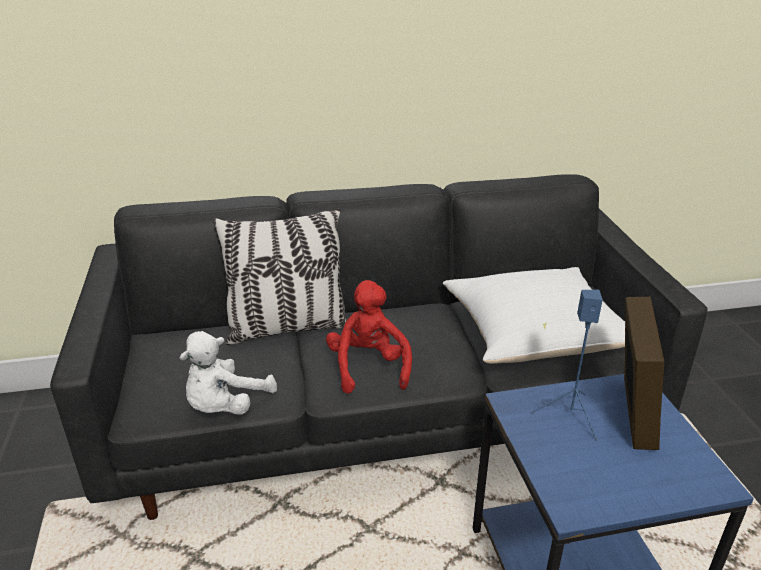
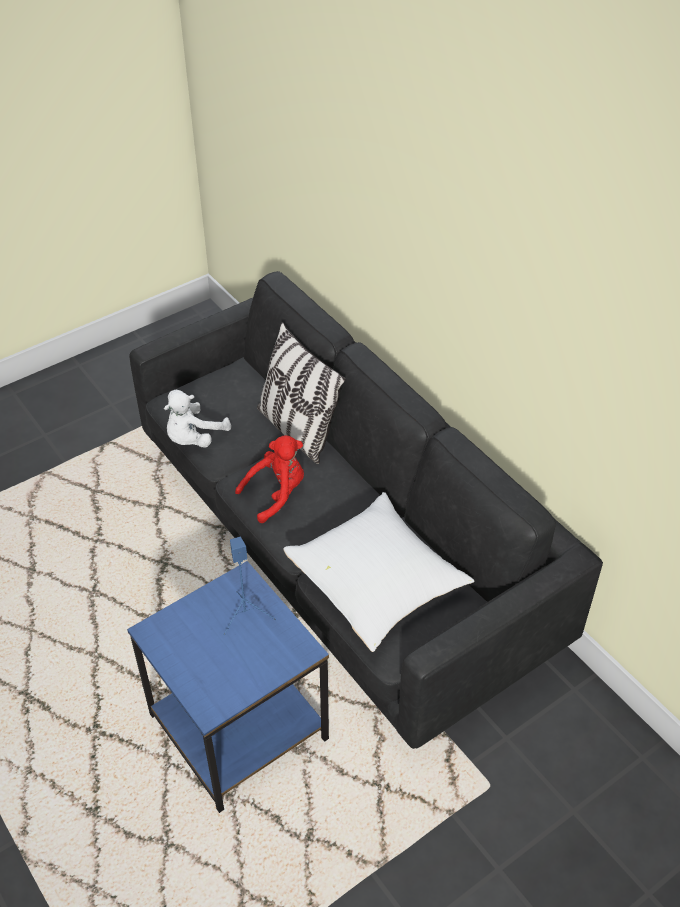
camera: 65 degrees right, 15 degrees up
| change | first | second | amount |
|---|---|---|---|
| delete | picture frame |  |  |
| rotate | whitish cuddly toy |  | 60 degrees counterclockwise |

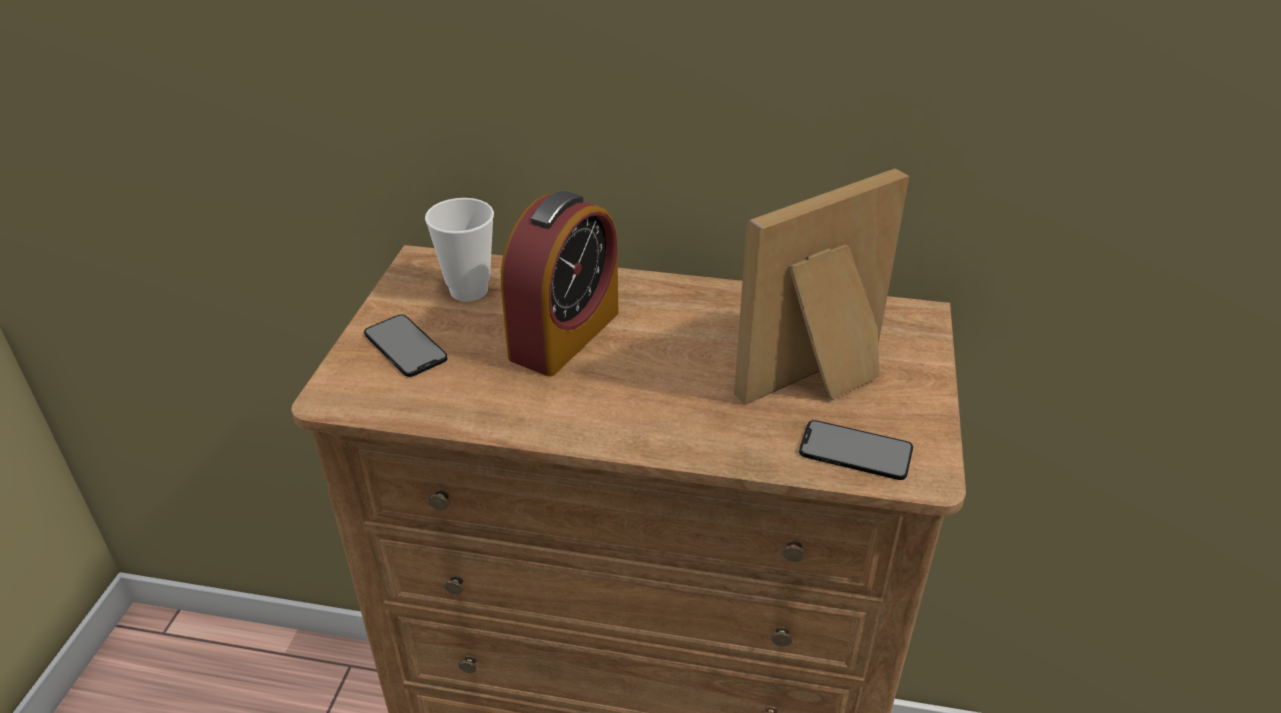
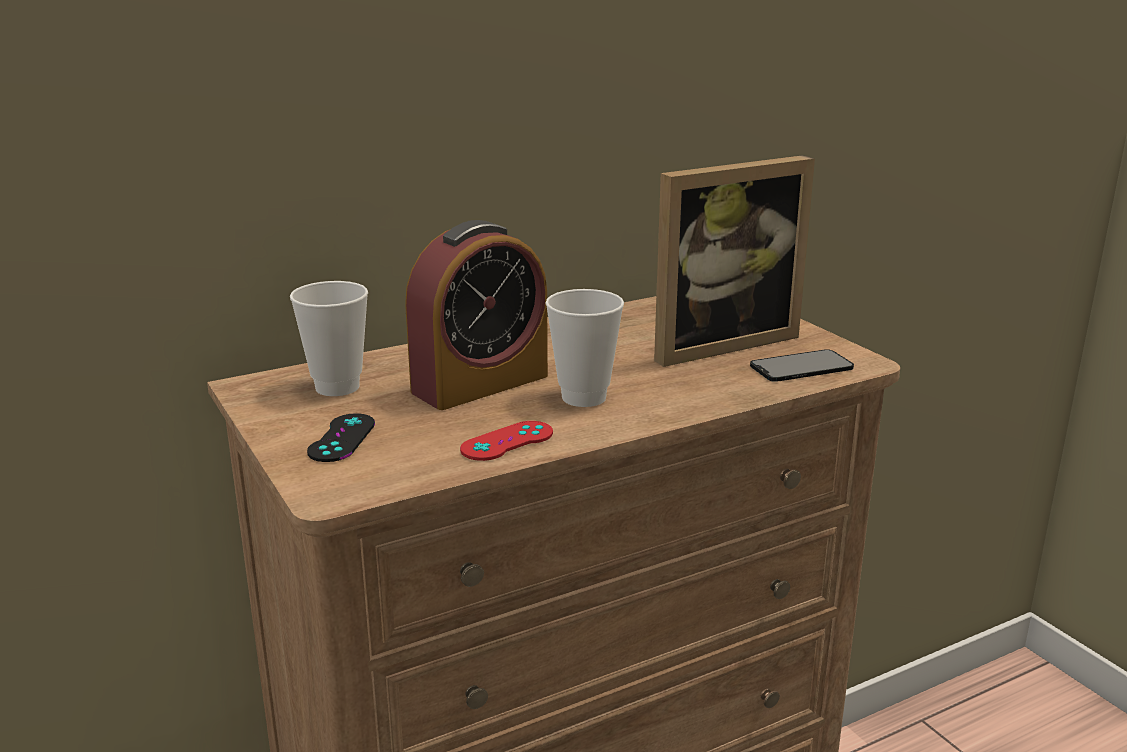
camera: 40 degrees left, 15 degrees down
| change | first | second | amount |
|---|---|---|---|
| insert |  | red joypad |  |
| insert |  | drinking cup (2nd from left) |  |
| replace | phone (1st from left) | black-coloured joypad |  |
| rotate | alarm clock |  | 60 degrees clockwise |
| rotate | picture frame |  | 135 degrees counterclockwise |

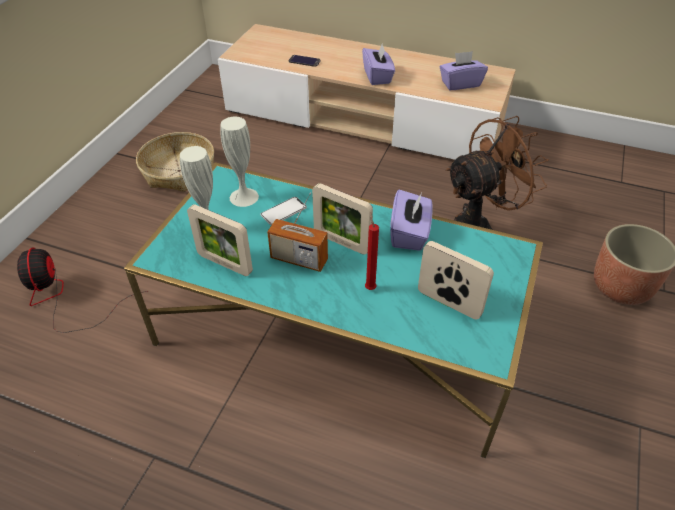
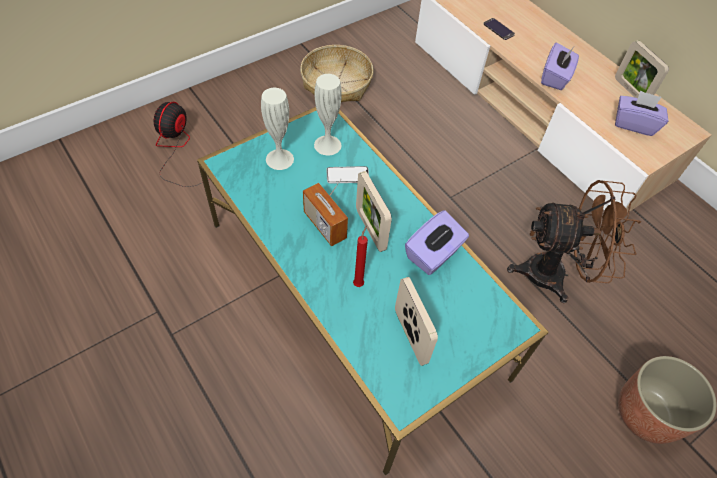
camera: 30 degrees right, 10 degrees up
| change | first | second | amount |
|---|---|---|---|
| move | picture frame (1st from left in the first image) | picture frame (3rd from left) |  |

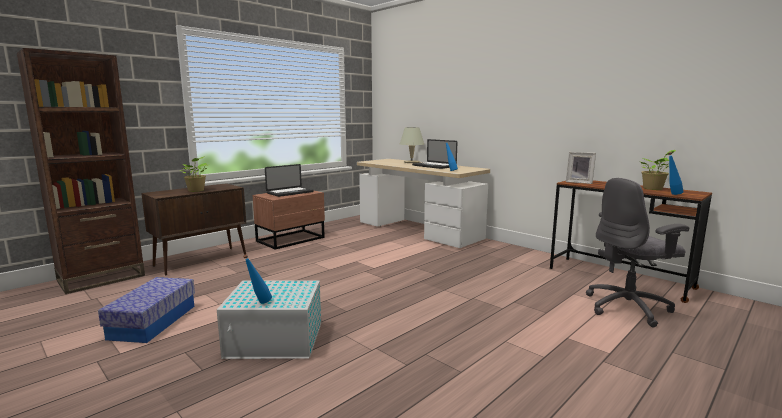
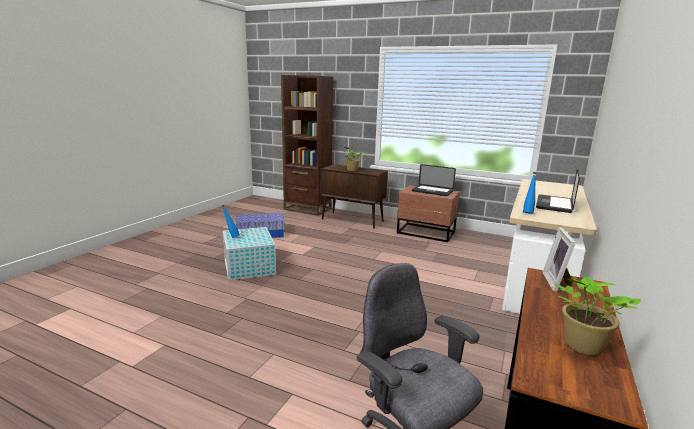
camera: 70 degrees right, 5 degrees up
| change | first | second | amount |
|---|---|---|---|
| delete | sand-coloured table lamp |  |  |
| delete | blue beverage bottle (3rd from left) |  |  |

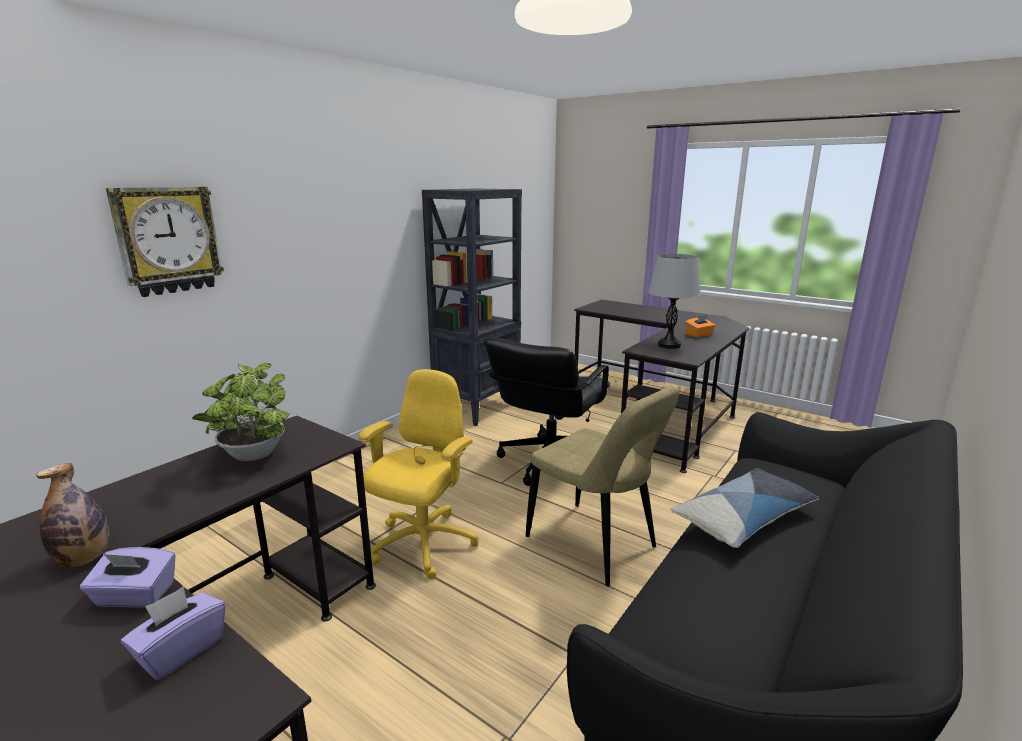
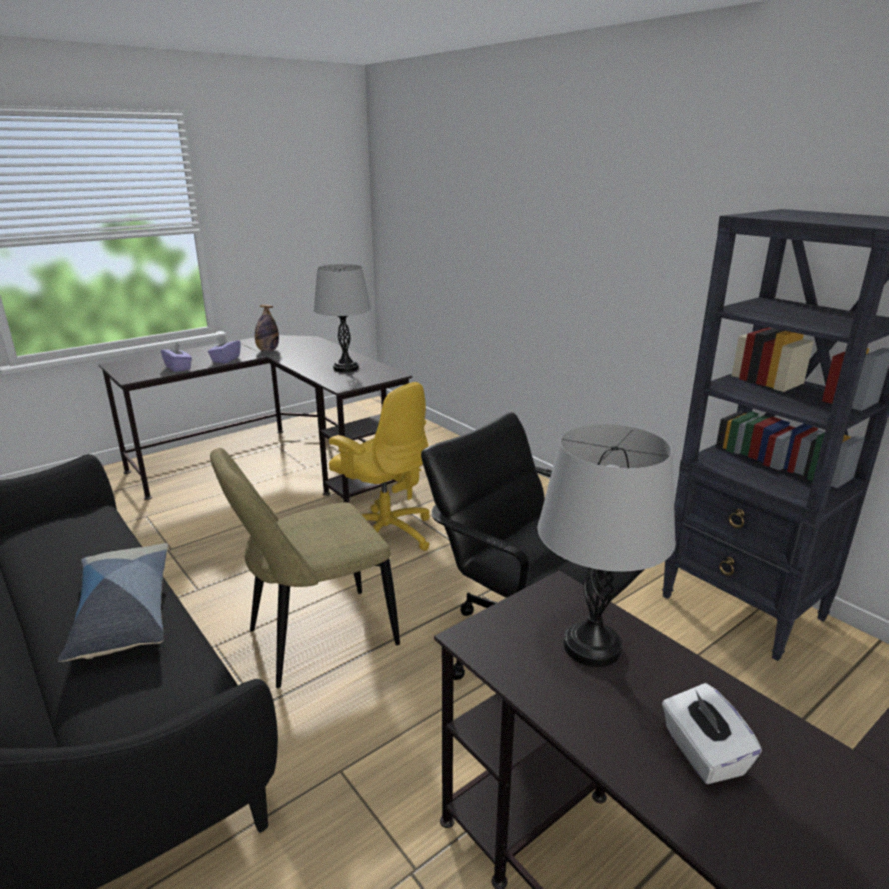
camera: 105 degrees right, 5 degrees up
| change | first | second | amount |
|---|---|---|---|
| delete | hanging clock |  |  |
| replace | potted plant | greyish table lamp (1st from left) |  |
| recolor | orange-coloured tissue holder | whitish tissue holder |  |

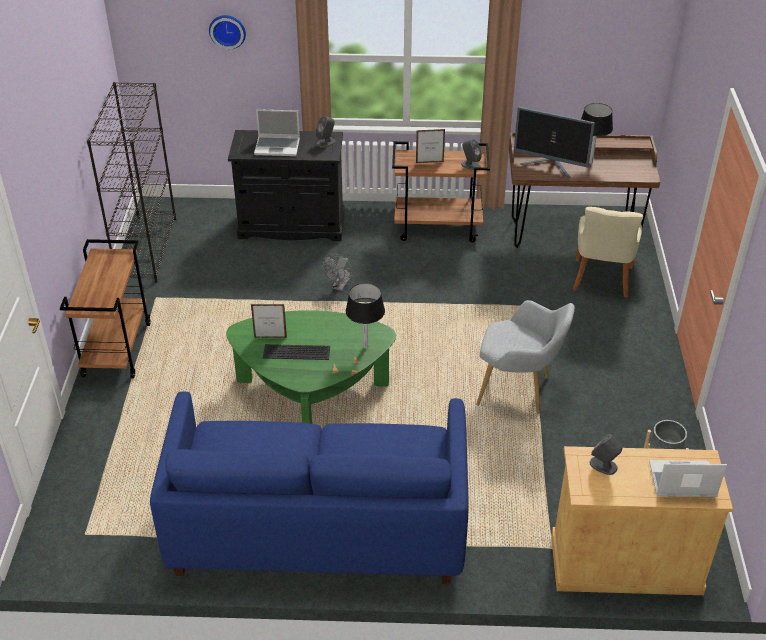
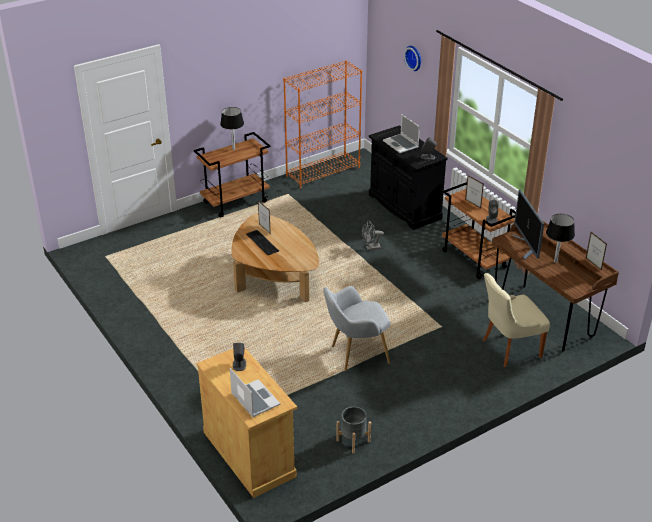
camera: 55 degrees right, 5 degrees down
| change | first | second | amount |
|---|---|---|---|
| delete | blue couch |  |  |
| insert |  | picture frame (3rd from left) |  |
| move | black-coloured table lamp (1st from left) |  |  |
| recolor | black-coloured bookshelf | orange-coloured bookshelf |  |
| recolor | green-coloured coffee table | brown-coloured coffee table |  |
| rotate | greyish lounge chair |  | 90 degrees clockwise |

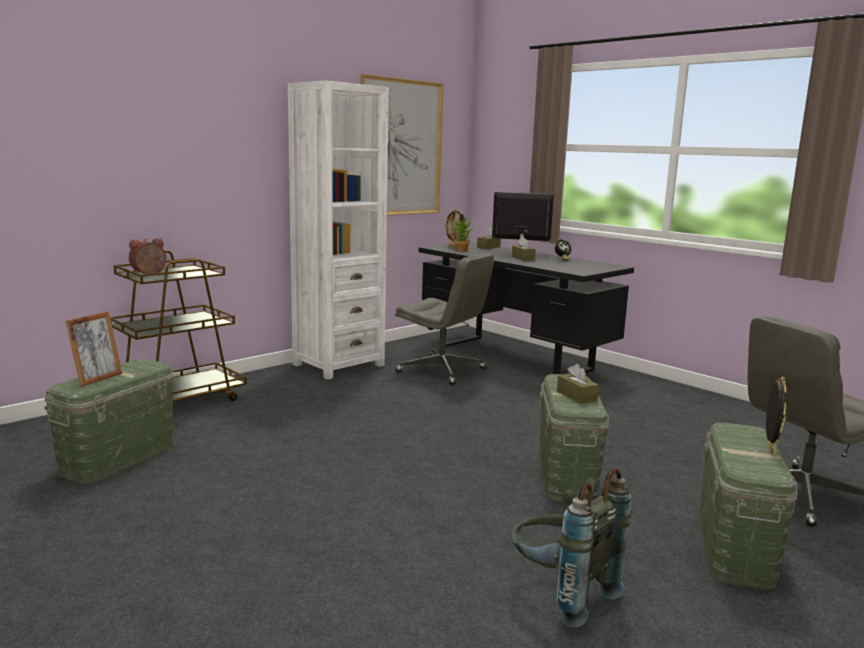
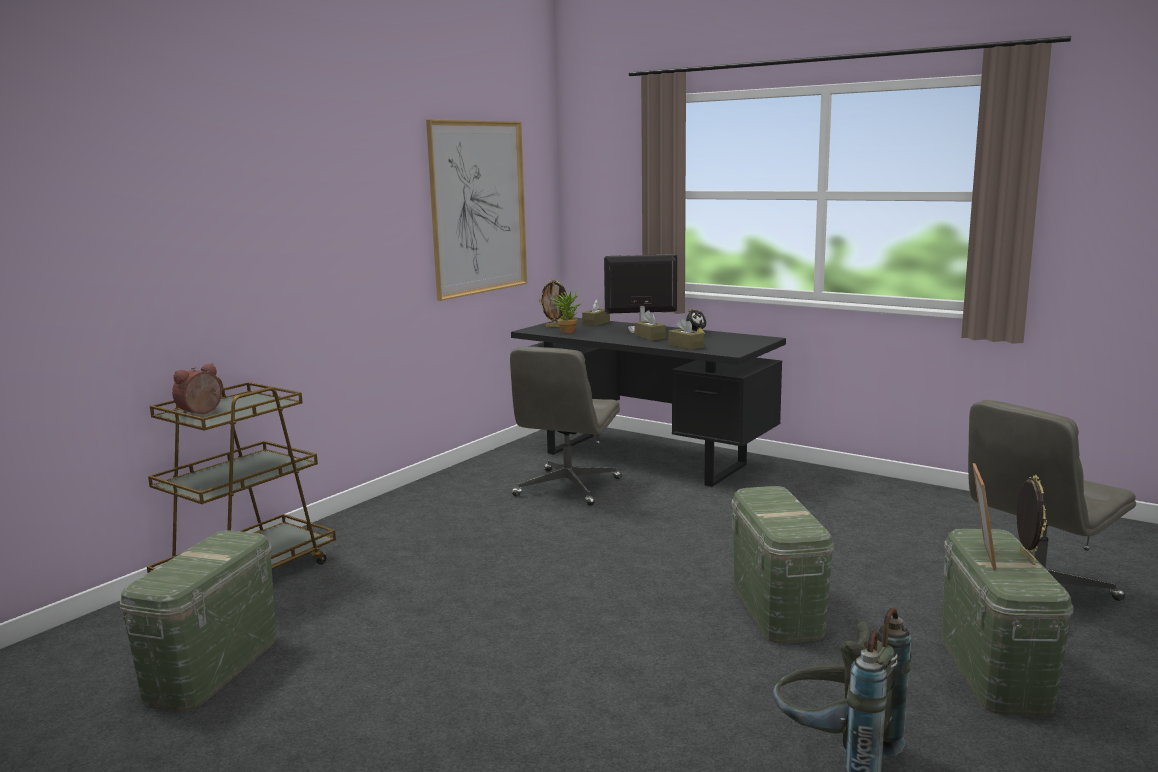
camera: 10 degrees left, 0 degrees up
| change | first | second | amount |
|---|---|---|---|
| delete | whitish bookshelf |  |  |
| move | picture frame (1st from left in the first image) | picture frame (2nd from left) |  |
| move | brown-coloured tissue holder (3rd from left) |  |  |
| rotate | greyish desk chair (1st from left) |  | 90 degrees clockwise |

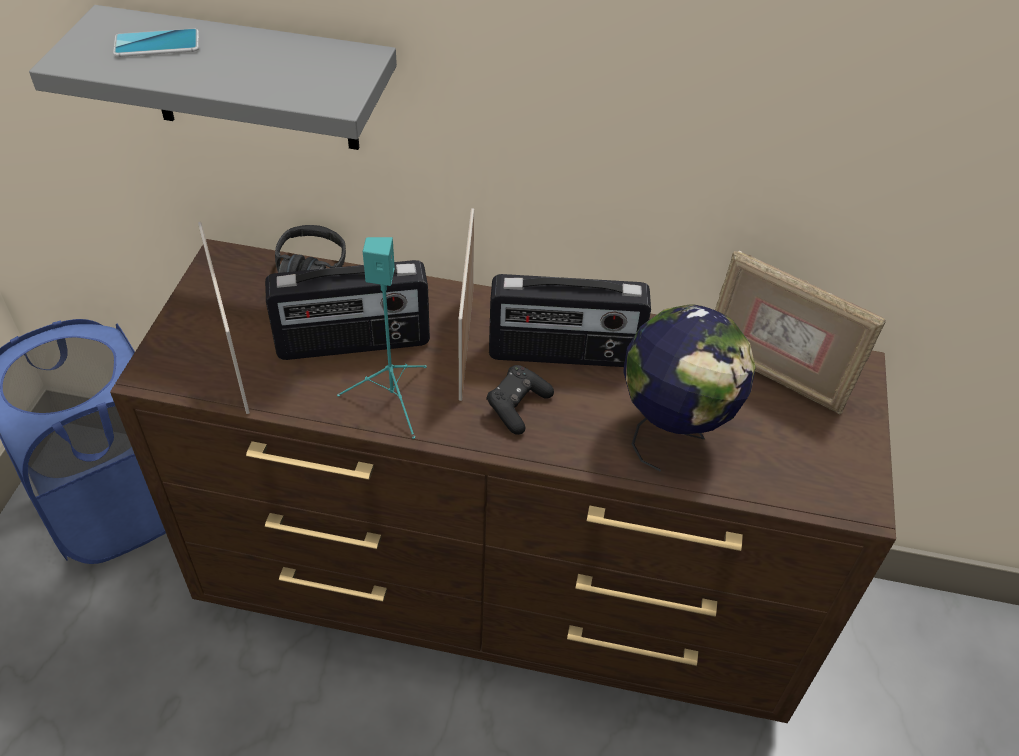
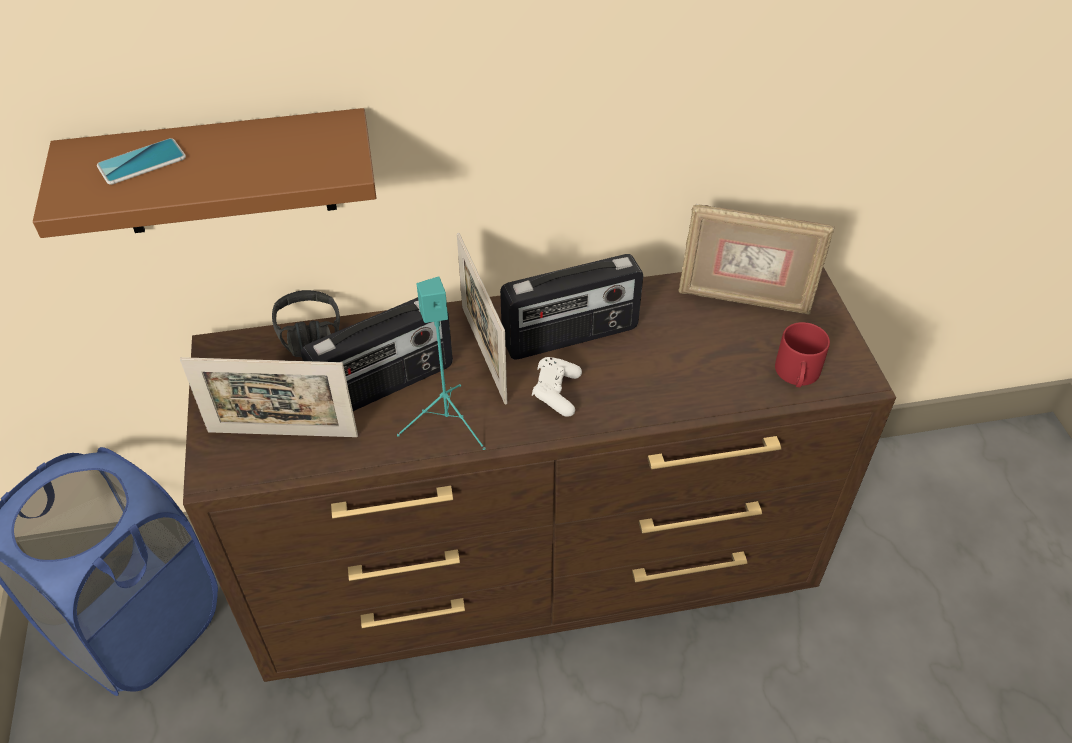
camera: 20 degrees left, 0 degrees up
| change | first | second | amount |
|---|---|---|---|
| delete | globe |  |  |
| insert |  | red mug |  |
| recolor | greyish wall shelf | brown-coloured wall shelf |  |
| recolor | black-coloured joypad | whitish joypad |  |
| rotate | picture frame (1st from left) |  | 135 degrees clockwise |

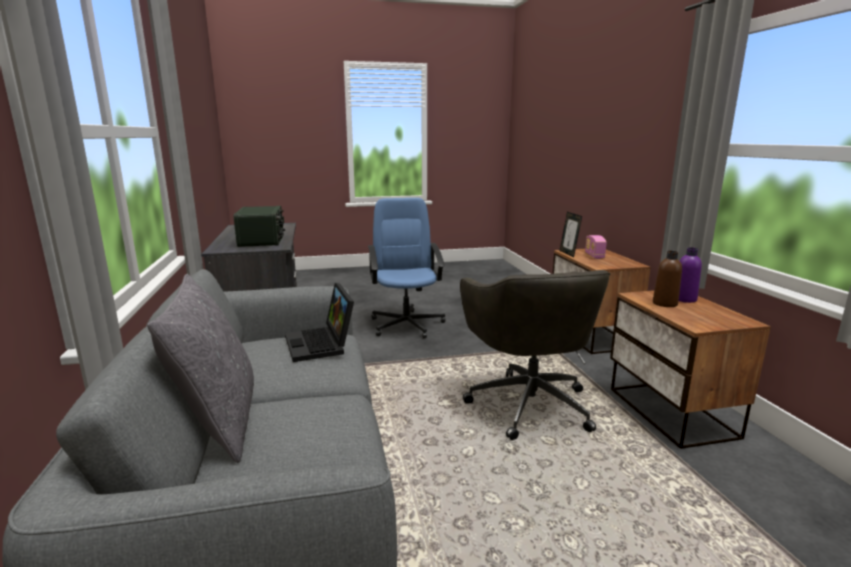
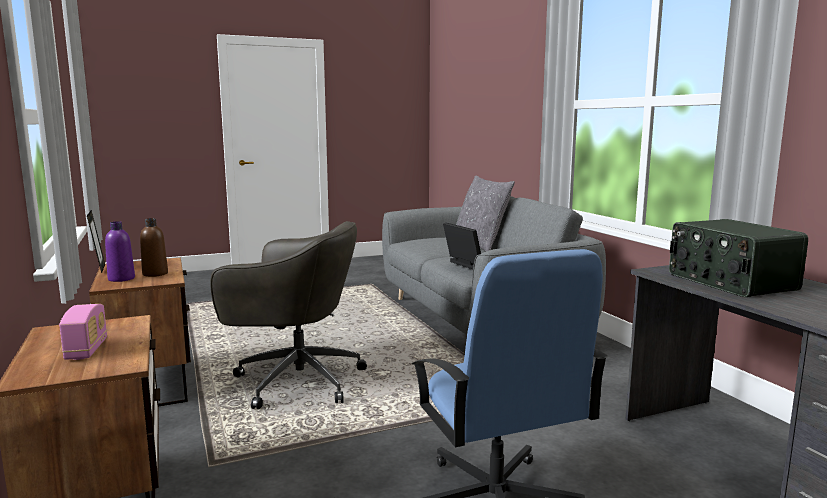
camera: 170 degrees right, 5 degrees down
| change | first | second | amount |
|---|---|---|---|
| move | picture frame |  |  |
| rotate | greyish desk chair |  | 120 degrees clockwise |

